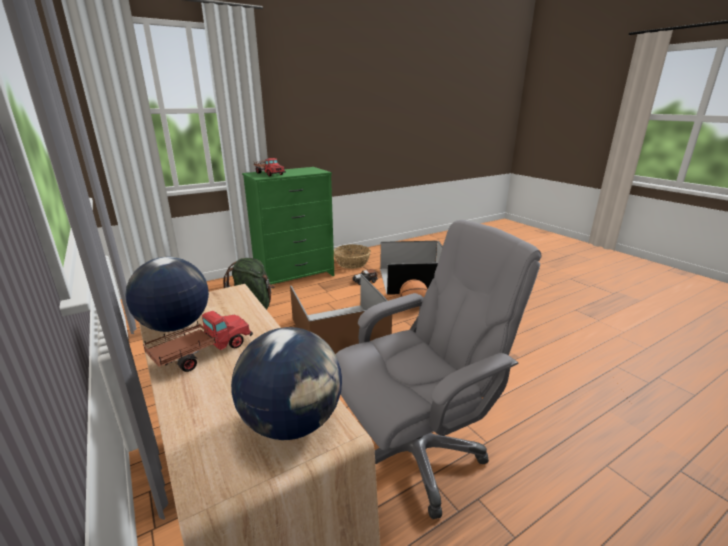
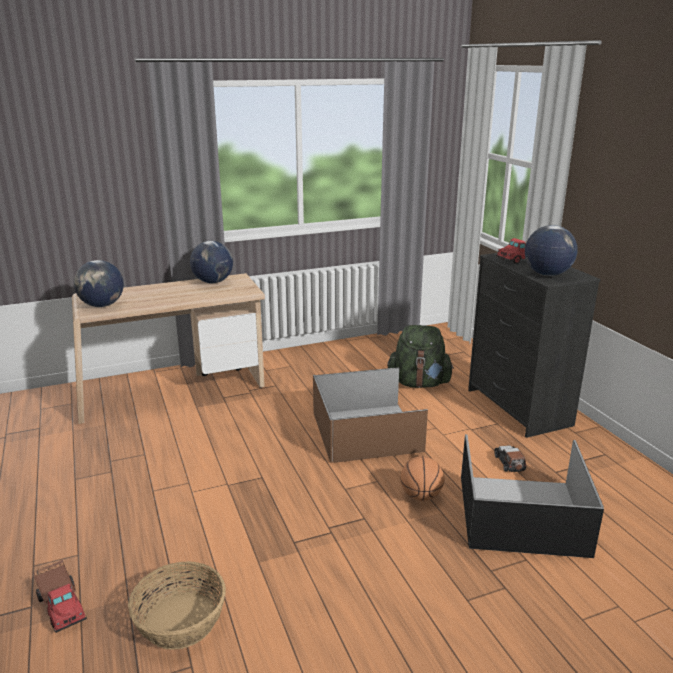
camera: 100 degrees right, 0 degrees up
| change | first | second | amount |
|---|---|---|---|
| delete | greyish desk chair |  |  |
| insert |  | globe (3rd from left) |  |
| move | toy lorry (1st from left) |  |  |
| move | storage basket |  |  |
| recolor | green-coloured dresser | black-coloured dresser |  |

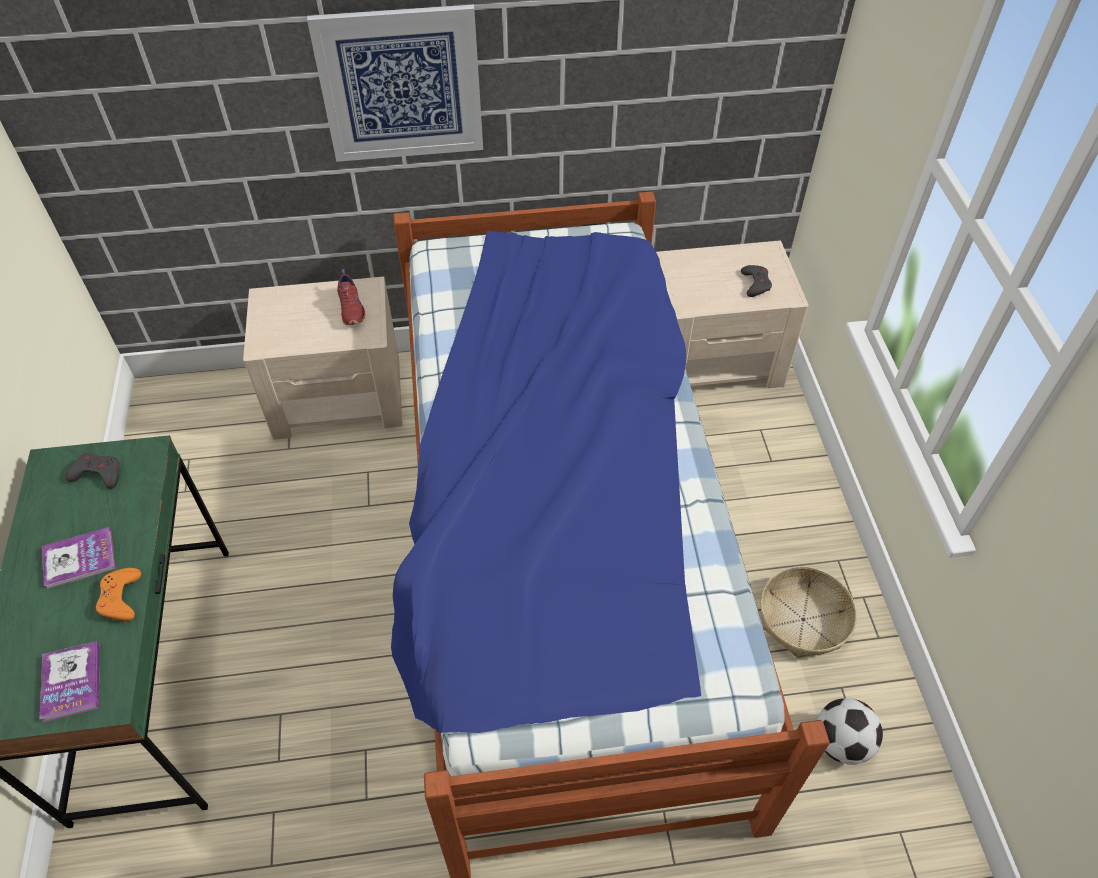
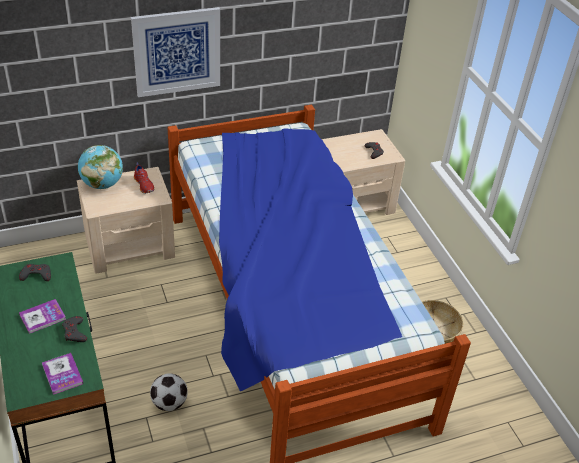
camera: 15 degrees left, 10 degrees down
| change | first | second | amount |
|---|---|---|---|
| insert |  | globe |  |
| move | football ball |  |  |
| recolor | orange-coloured joypad | greyish joypad (2nd from left) |  |

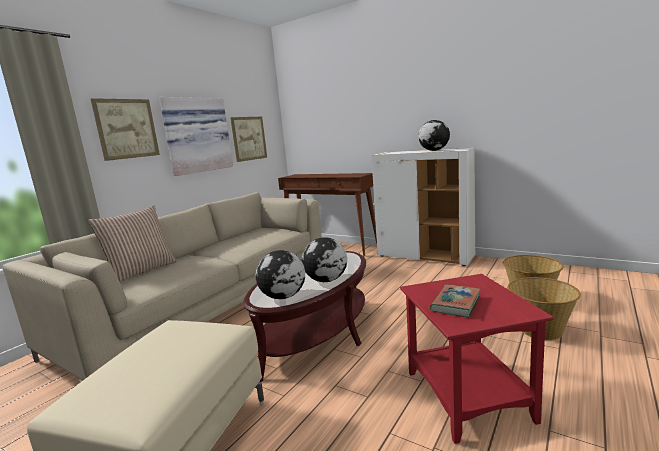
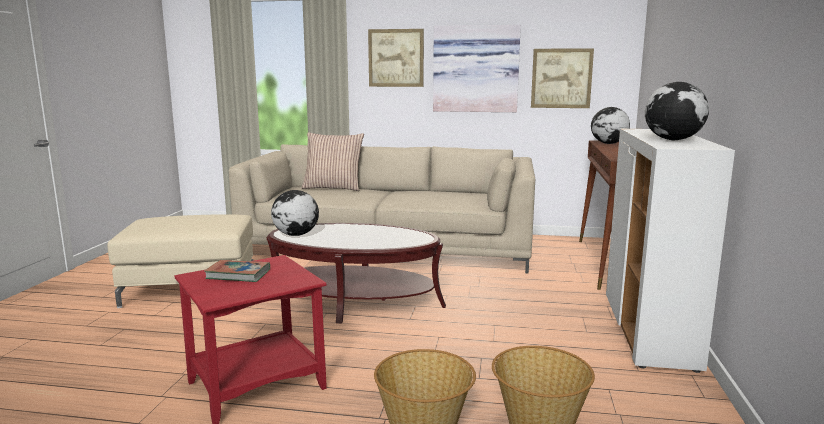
camera: 65 degrees right, 0 degrees up
| change | first | second | amount |
|---|---|---|---|
| move | globe (2nd from left) |  |  |

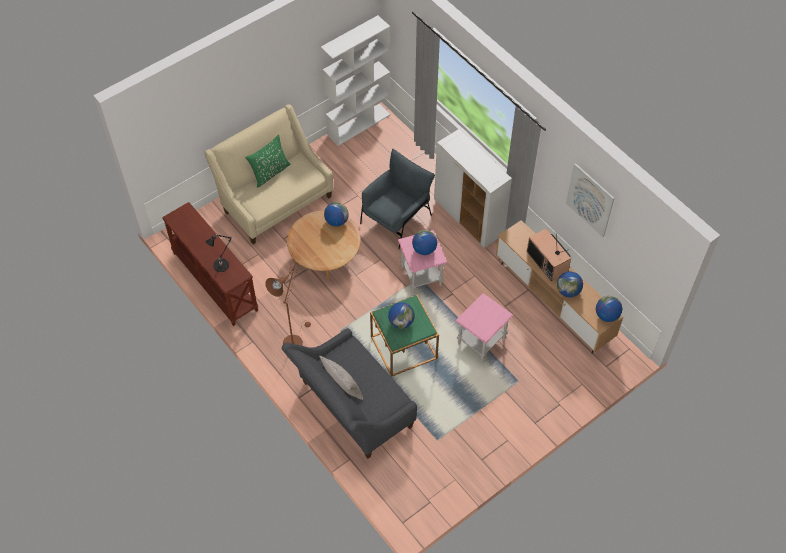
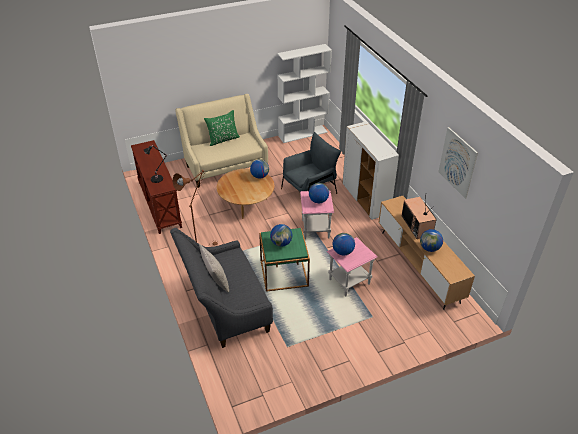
camera: 15 degrees right, 15 degrees down
| change | first | second | amount |
|---|---|---|---|
| move | globe (5th from left in the first image) | globe (4th from left) |  |

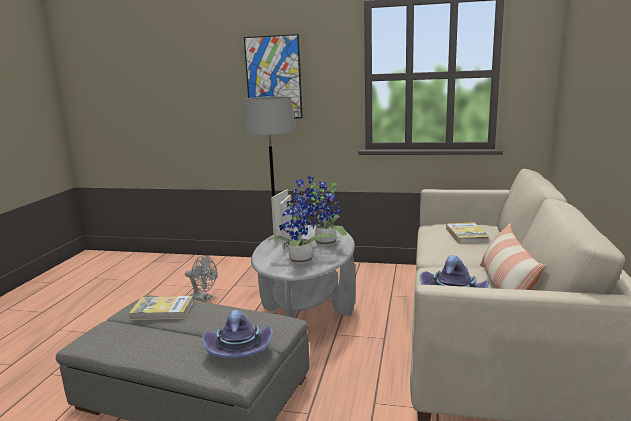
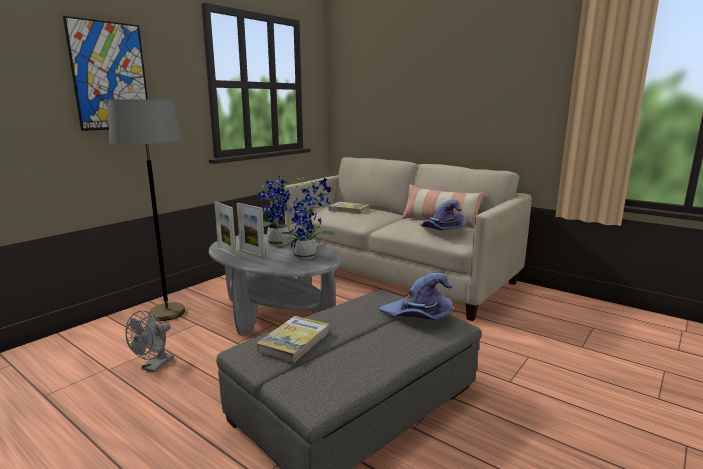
camera: 65 degrees left, 0 degrees up
| change | first | second | amount |
|---|---|---|---|
| rotate | greyish electric fan |  | 150 degrees clockwise |

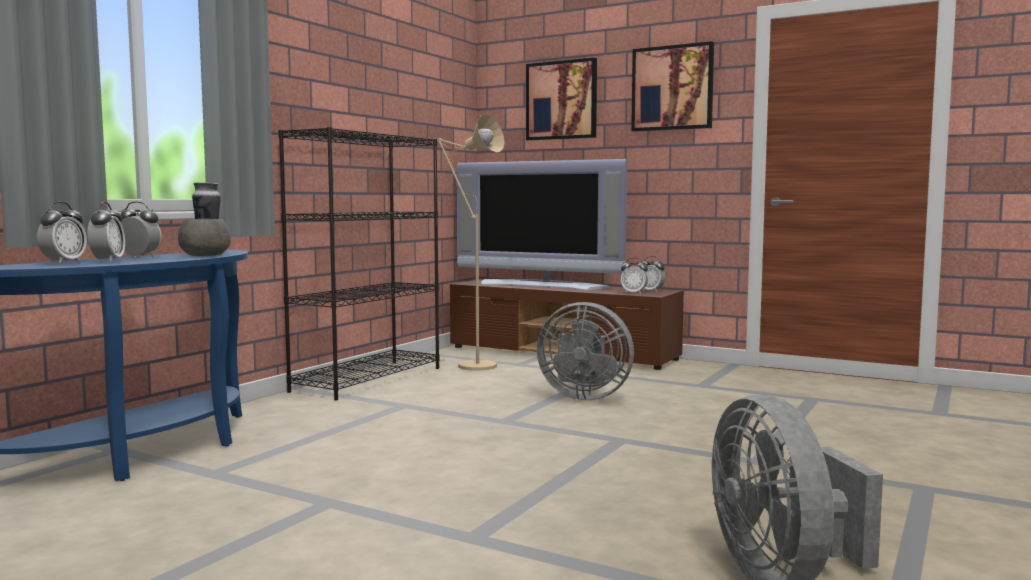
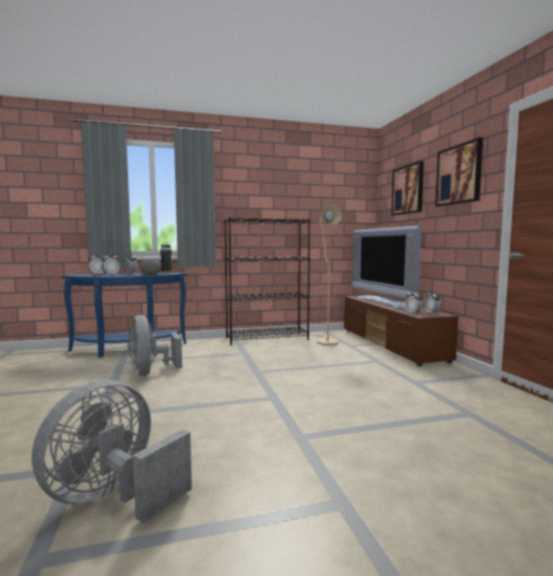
camera: 45 degrees right, 0 degrees up
| change | first | second | amount |
|---|---|---|---|
| move | greyish electric fan (1st from left in the first image) | greyish electric fan (2nd from left) |  |

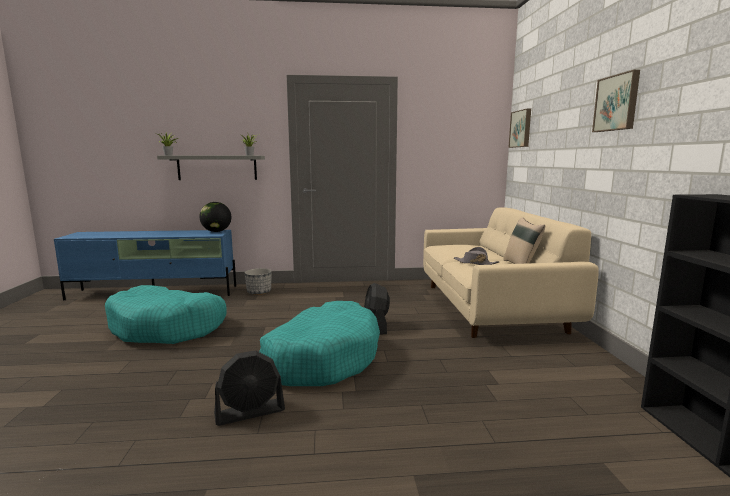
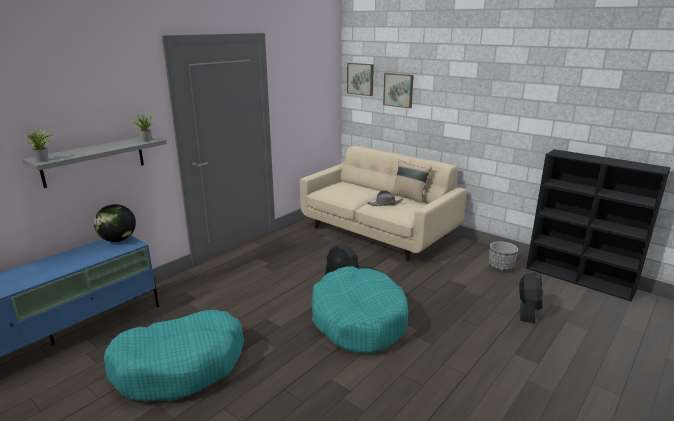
camera: 45 degrees left, 10 degrees up
| change | first | second | amount |
|---|---|---|---|
| move | black-coloured electric fan (1st from left in the first image) | black-coloured electric fan (2nd from left) |  |
| move | plant pot |  |  |
| move | wall picture (2nd from left) |  |  |

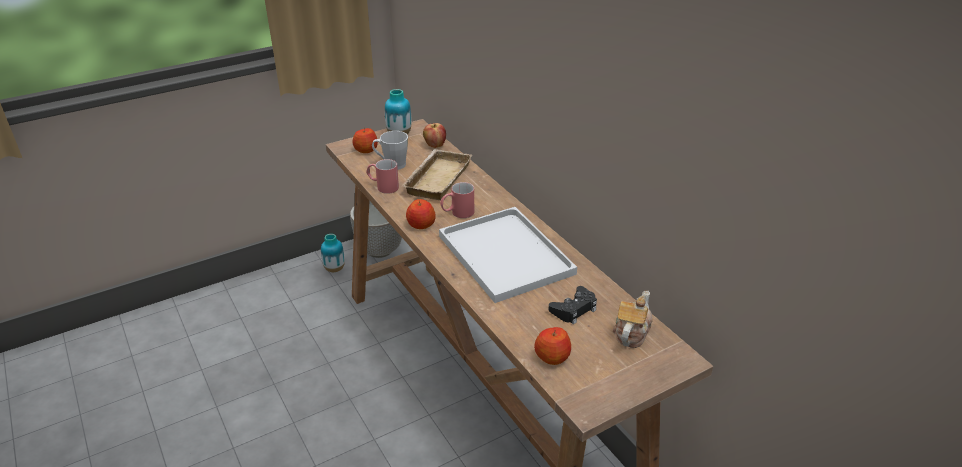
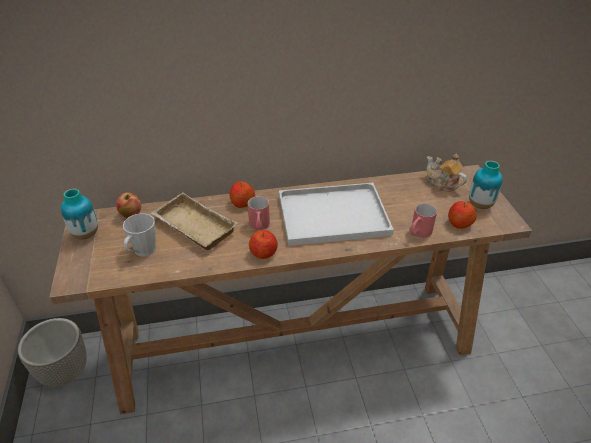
camera: 70 degrees left, 5 degrees up
| change | first | second | amount |
|---|---|---|---|
| delete | black-coloured joypad |  |  |
| move | decorative vase (1st from left in the first image) | decorative vase (2nd from left) |  |
| move | apple fruit (1st from left in the first image) | apple fruit (2nd from left) |  |
| move | red mug (1st from left in the first image) | red mug (2nd from left) |  |

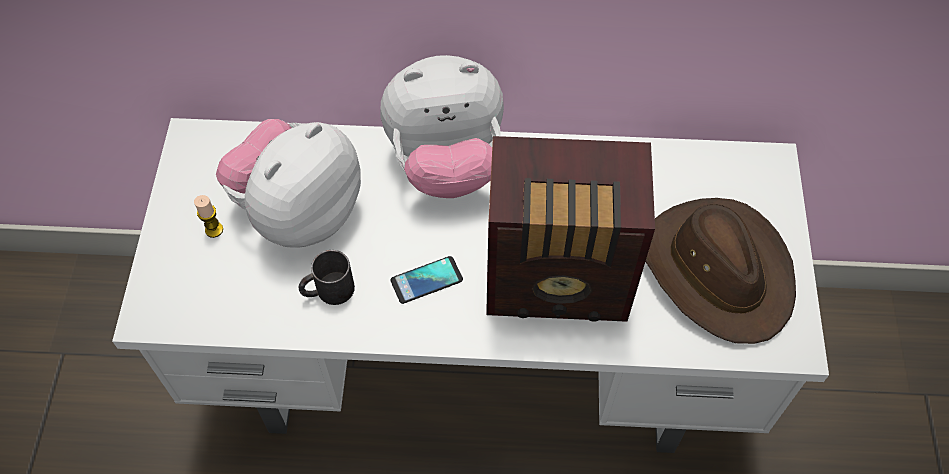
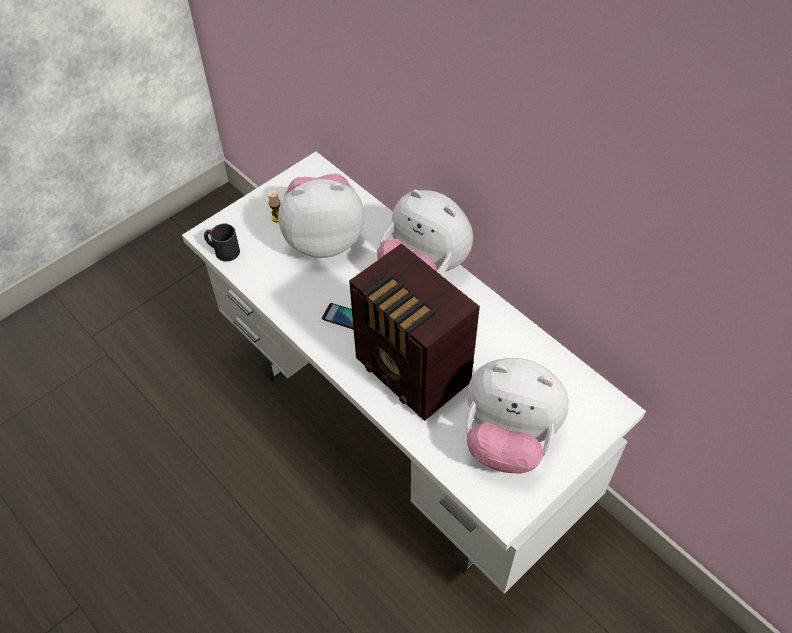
camera: 45 degrees right, 5 degrees down
| change | first | second | amount |
|---|---|---|---|
| move | black-coloured mug |  |  |
| replace | brown-coloured clothing hat | cuddly toy (3rd from left) |  |

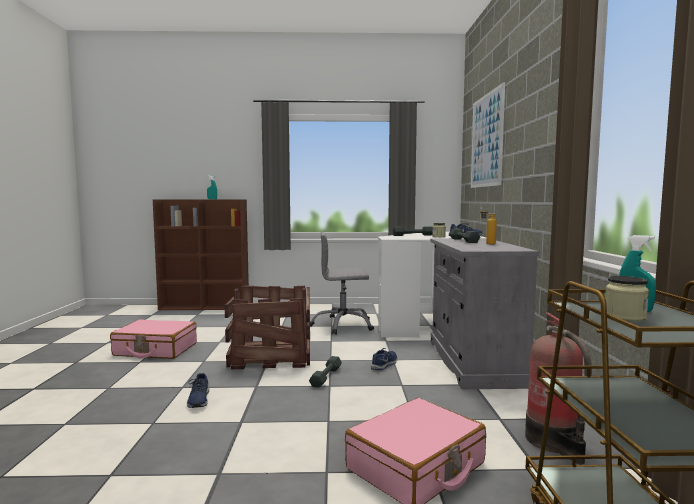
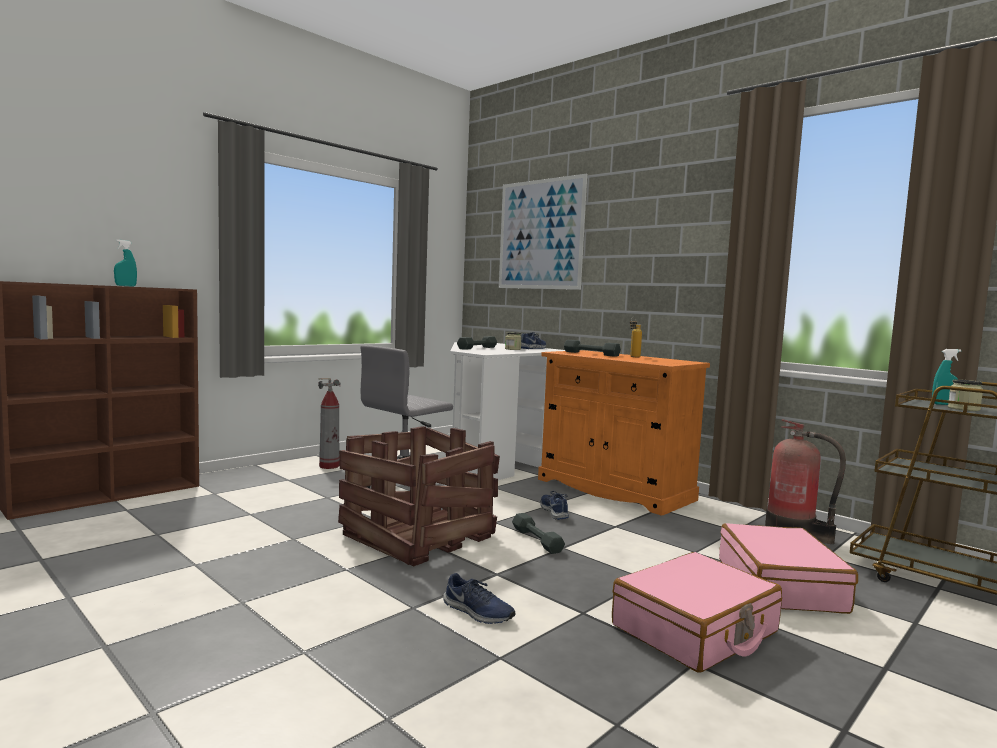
camera: 45 degrees left, 0 degrees up
| change | first | second | amount |
|---|---|---|---|
| insert |  | fire-fighting cylinder (1st from left) |  |
| move | pink piece of luggage (1st from left) |  |  |
| recolor | greyish cupboard | orange-coloured cupboard |  |

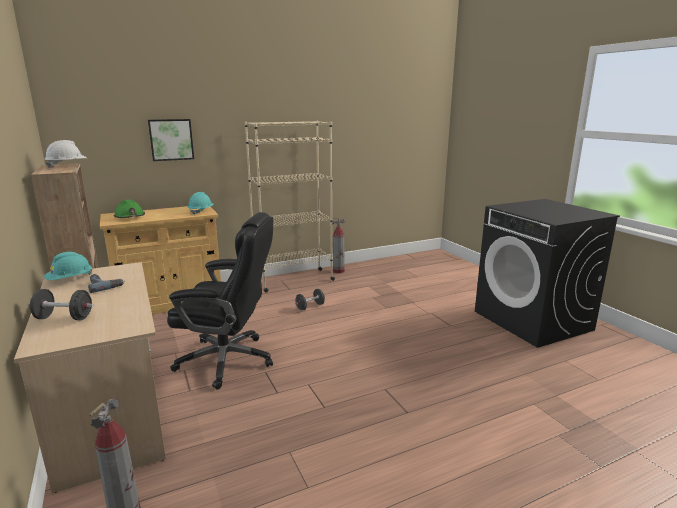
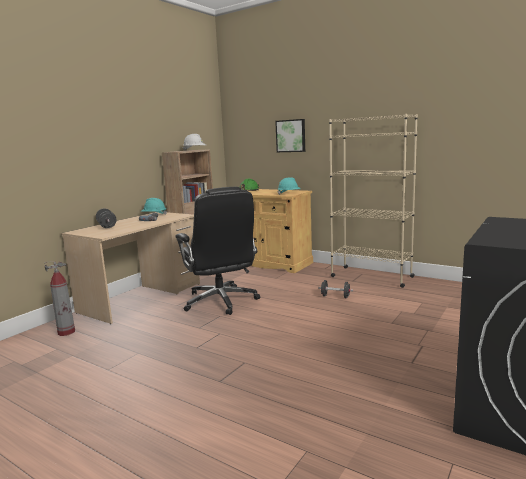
camera: 60 degrees right, 5 degrees down
| change | first | second | amount |
|---|---|---|---|
| delete | fire-fighting cylinder (2nd from left) |  |  |

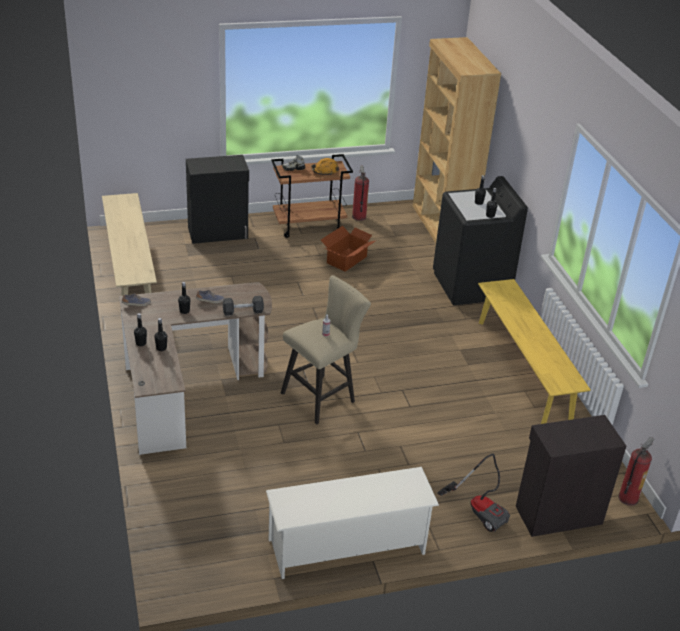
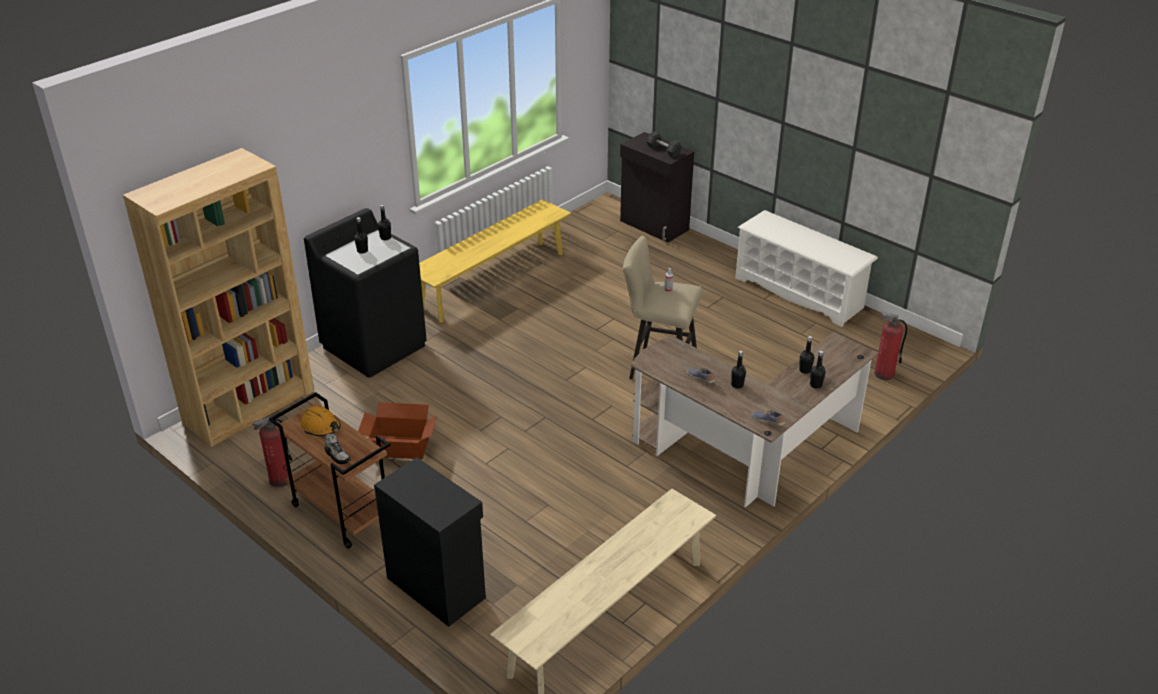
camera: 120 degrees left, 0 degrees up
| change | first | second | amount |
|---|---|---|---|
| delete | vacuum |  |  |
| move | greyish free weight |  |  |
| move | fire-fighting cylinder (2nd from left) |  |  |

